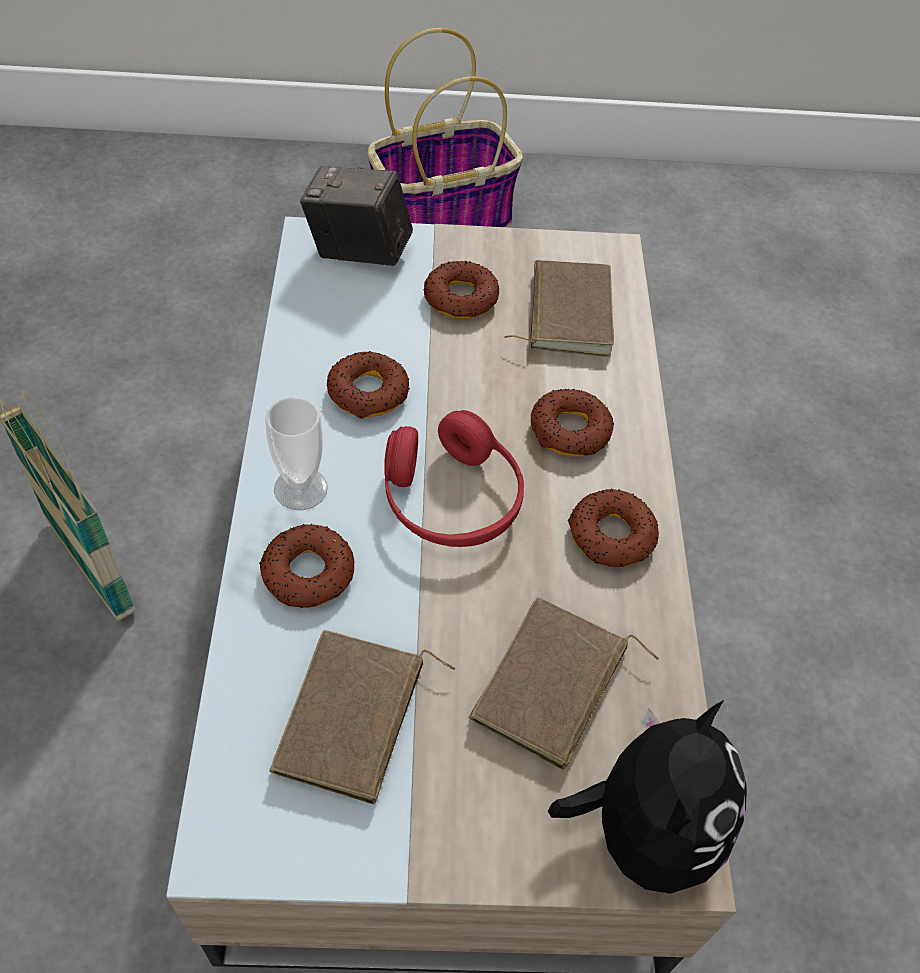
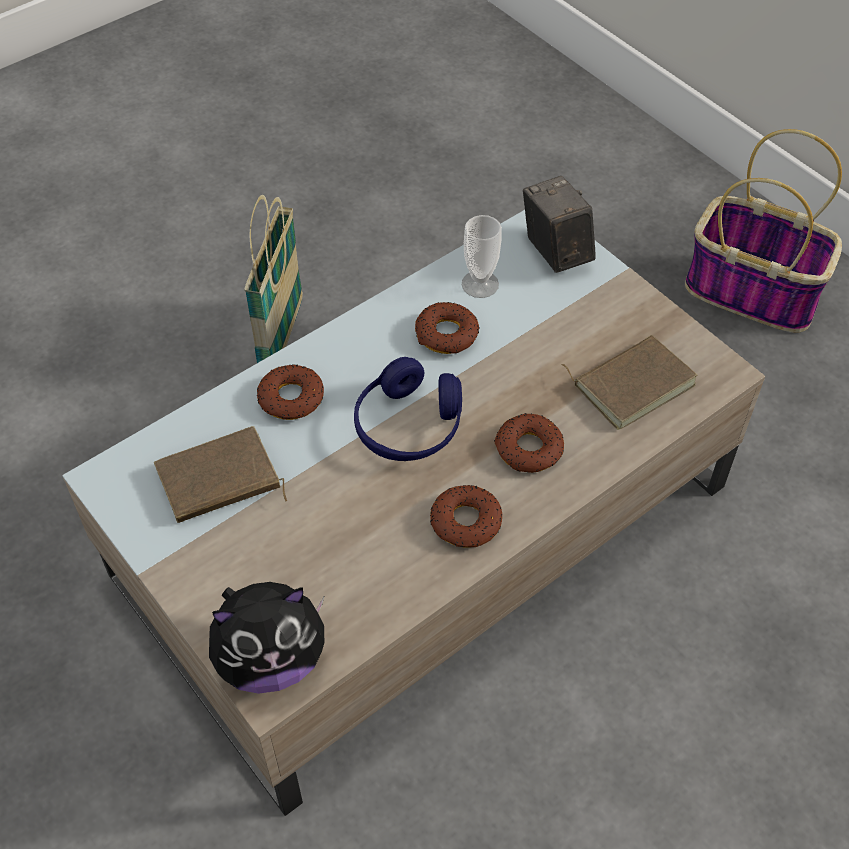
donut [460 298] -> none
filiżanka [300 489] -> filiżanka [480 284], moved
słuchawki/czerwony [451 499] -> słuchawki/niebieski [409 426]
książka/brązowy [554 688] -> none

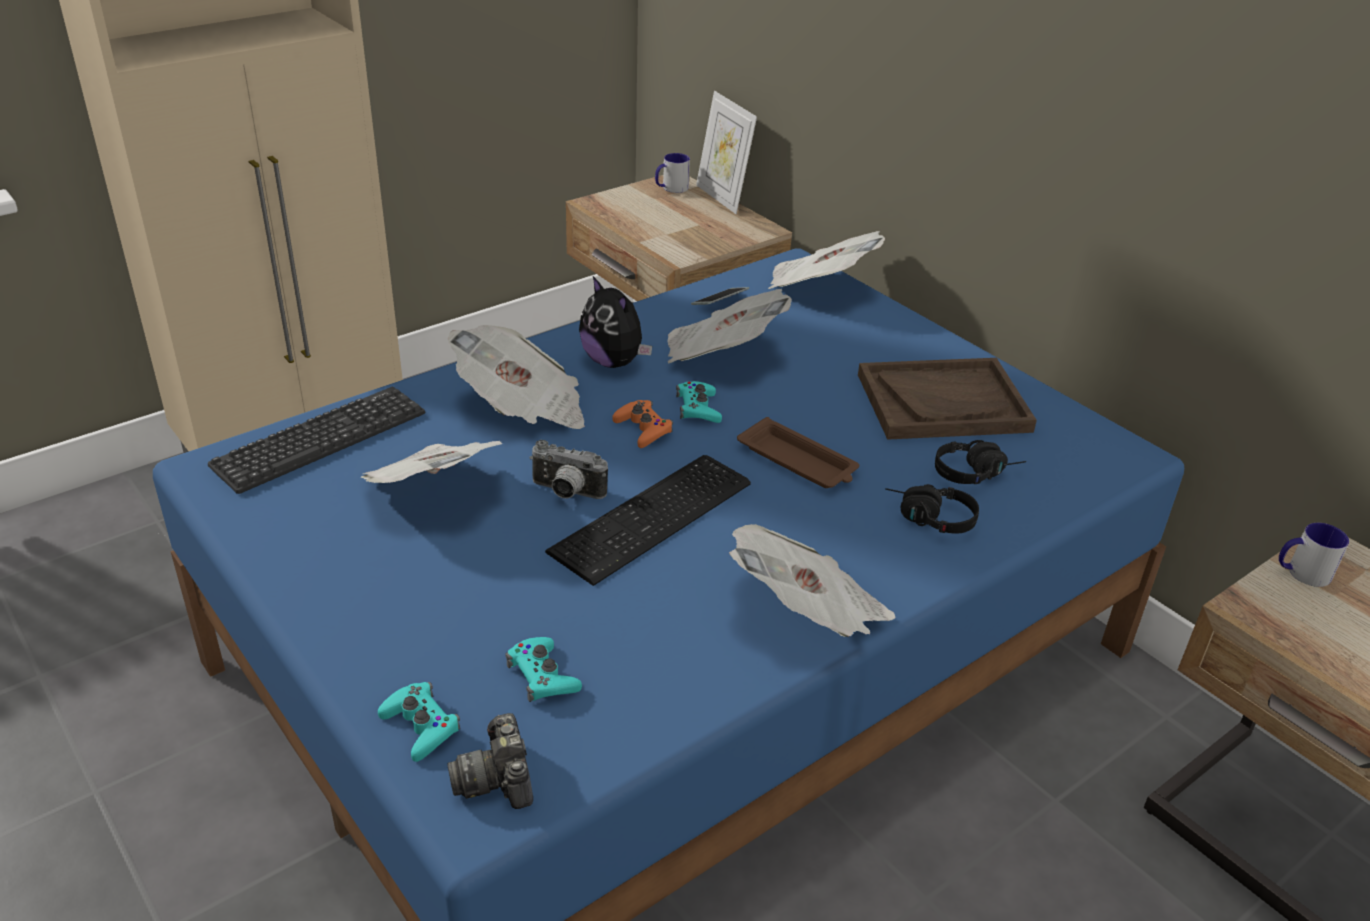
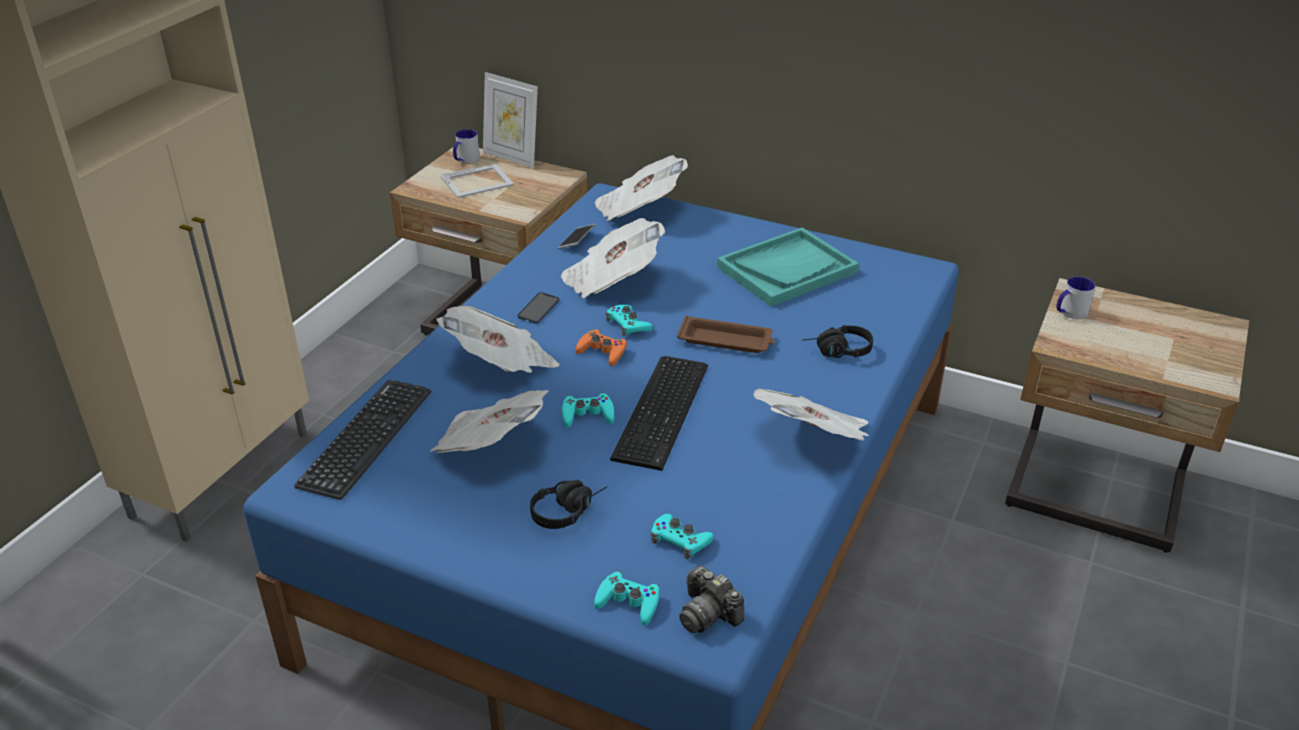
pluszak [614 362] -> telefon [538 309]
taca/brązowy [943 402] -> taca/turkusowy [787 269]
aparat fotograficzny [566 493] -> pad do gier/turkusowy [587 415]
słuchawki/czarny [976 473] -> słuchawki/czarny [568 510], moved
none -> ramka na zdjęcie [478 181]

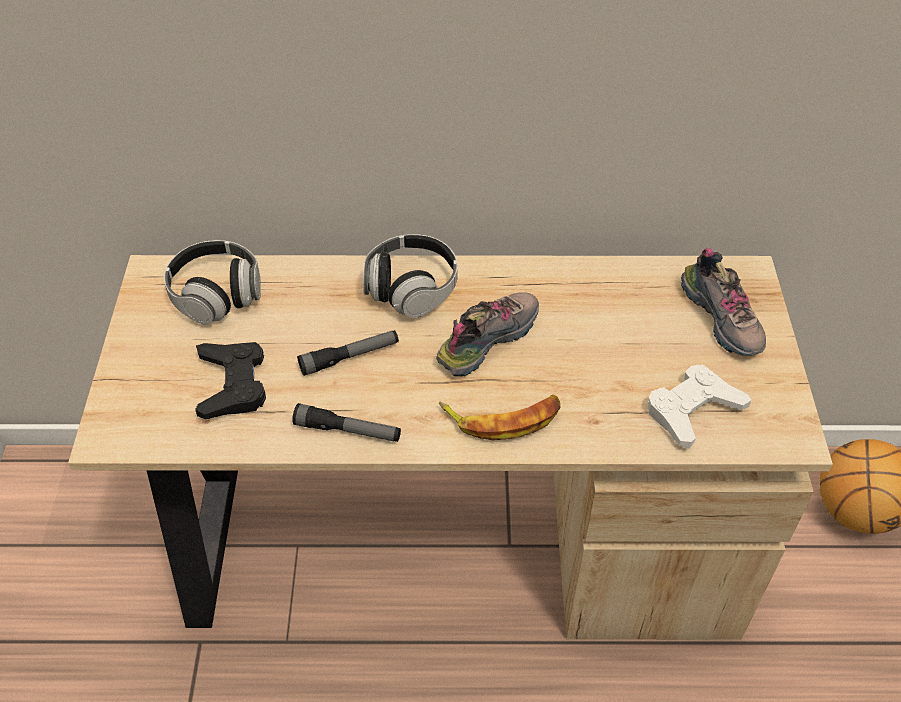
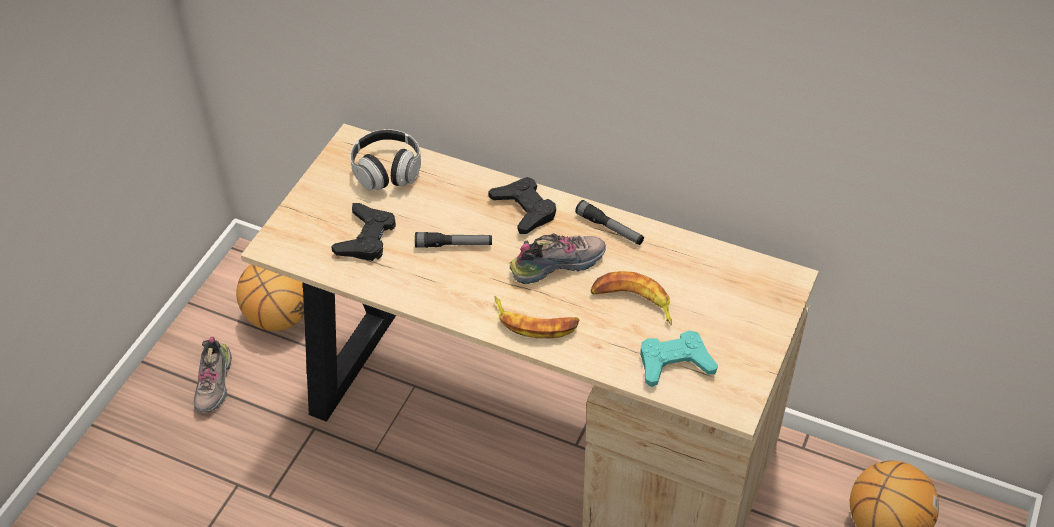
słuchawki [411 289] -> pad do gier/czarny [524 209]
but [723 319] -> but [215 384], moved
pad do gier/biały [692 410] -> pad do gier/turkusowy [674 363]
latarka [348 431] -> latarka [609 228], moved
none -> piłka do koszykówki [280 317]
none -> banan [633 302]

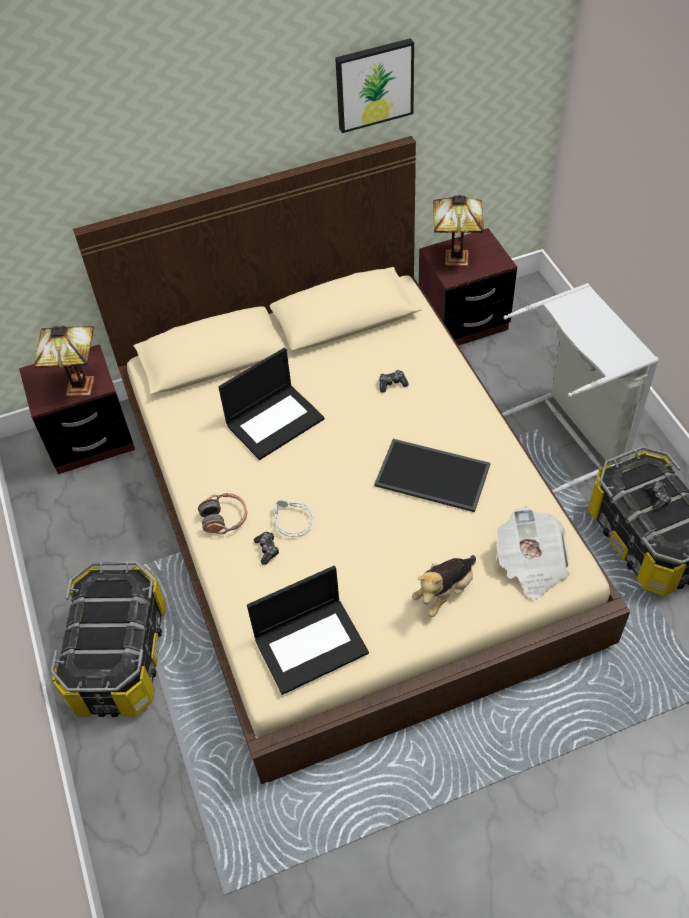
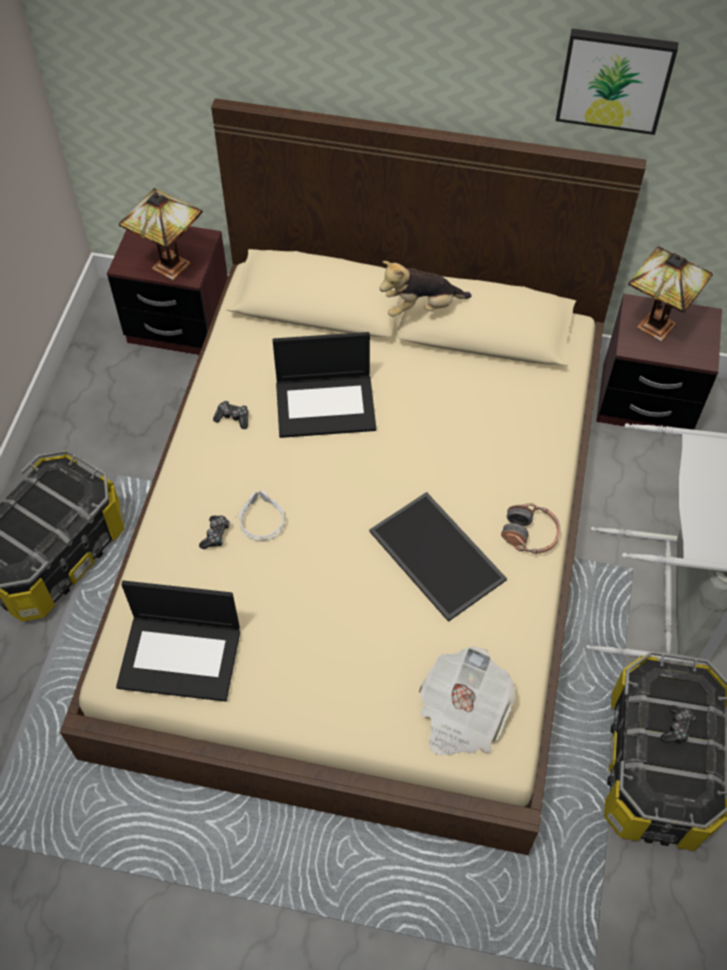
pad do gier [392 384] -> pad do gier [233 418], moved
słuchawki [224 518] -> słuchawki [530 534], moved
pluszak [445 592] -> pluszak [421 308], moved

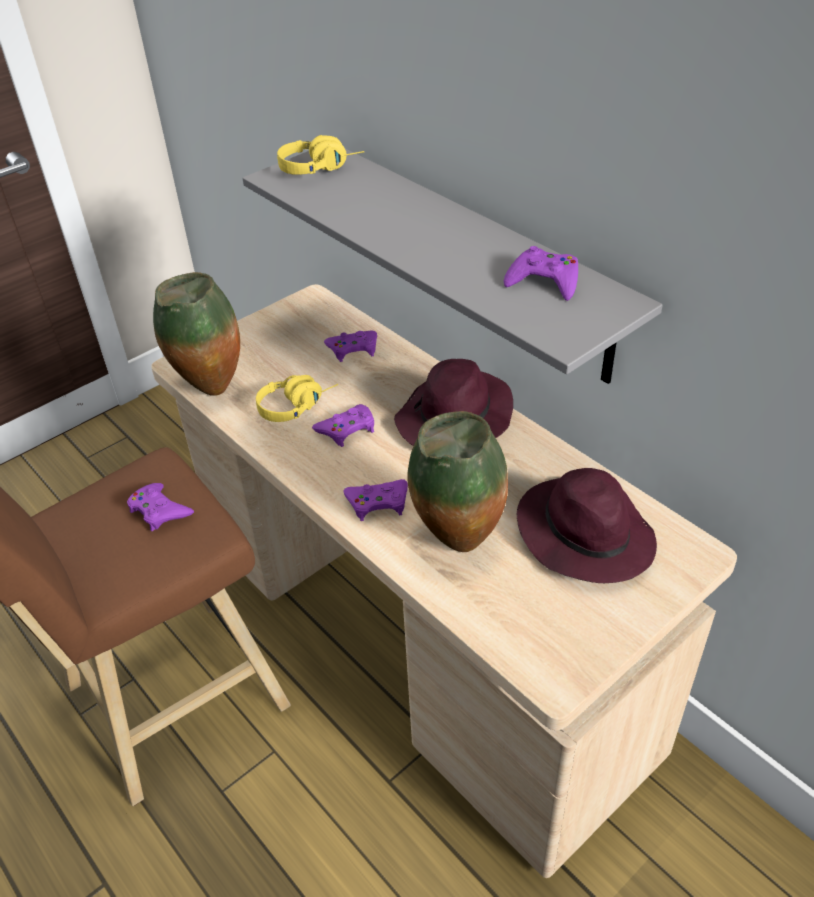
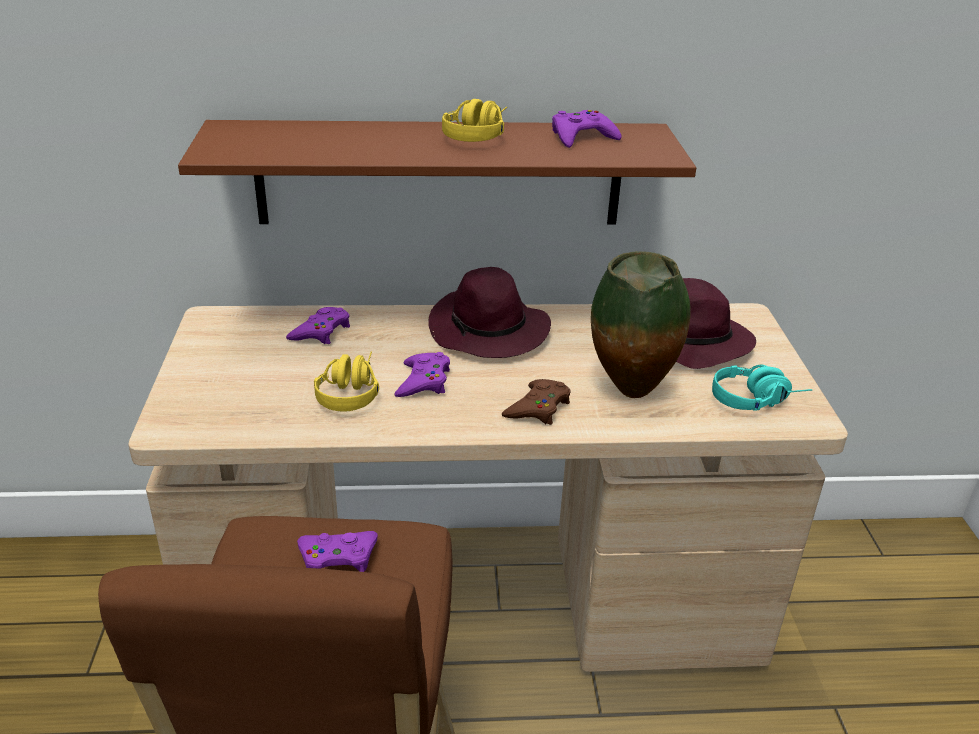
słuchawki/żółty [321 168] -> słuchawki/żółty [478 135], moved
półka/szary [473 258] -> półka/brązowy [439 173]
wazon [210 390] -> none
pad do gier/fioletowy [378 503] -> pad do gier/brązowy [538 408]
none -> słuchawki/turkusowy [757 400]

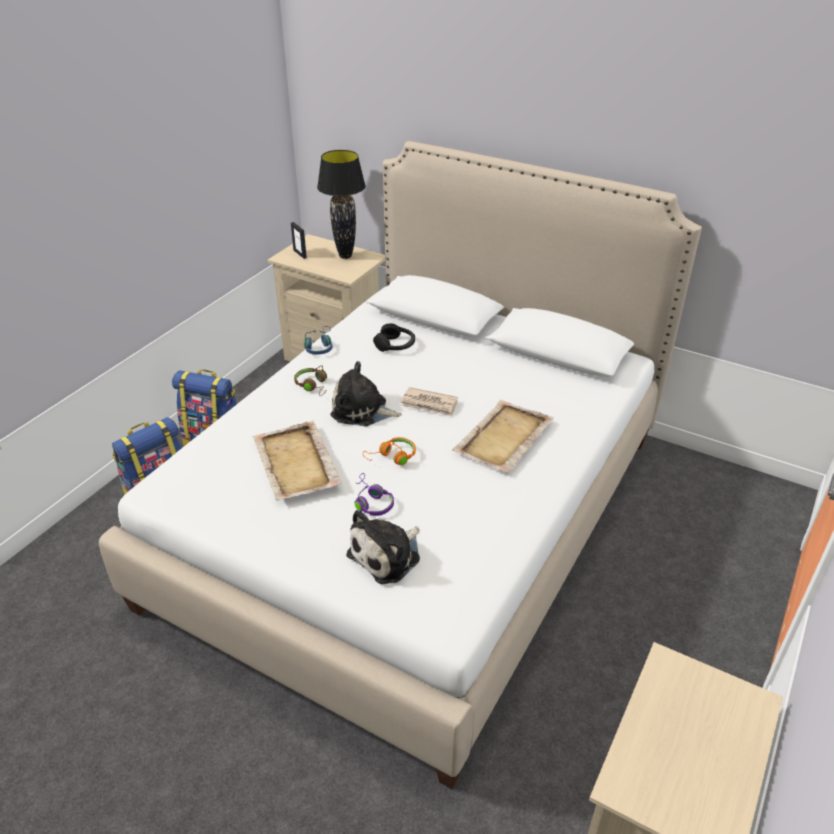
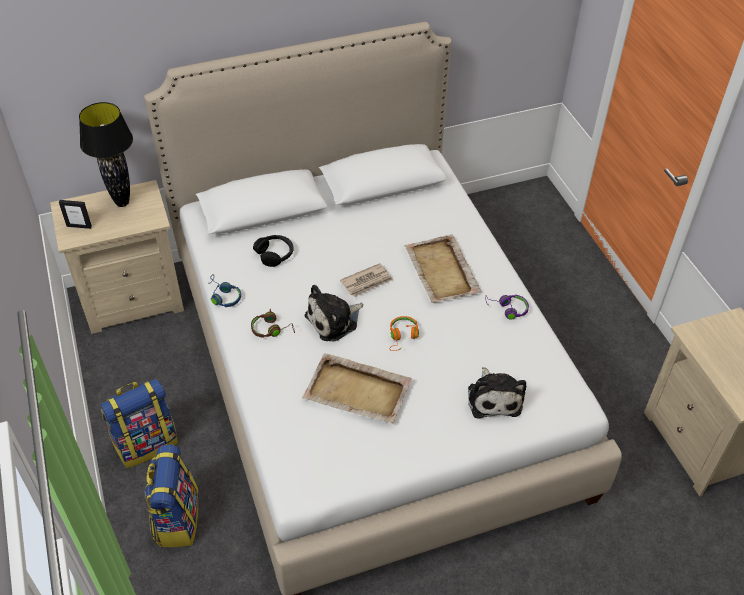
słuchawki/fioletowy [371 502] -> słuchawki/fioletowy [507 309], moved

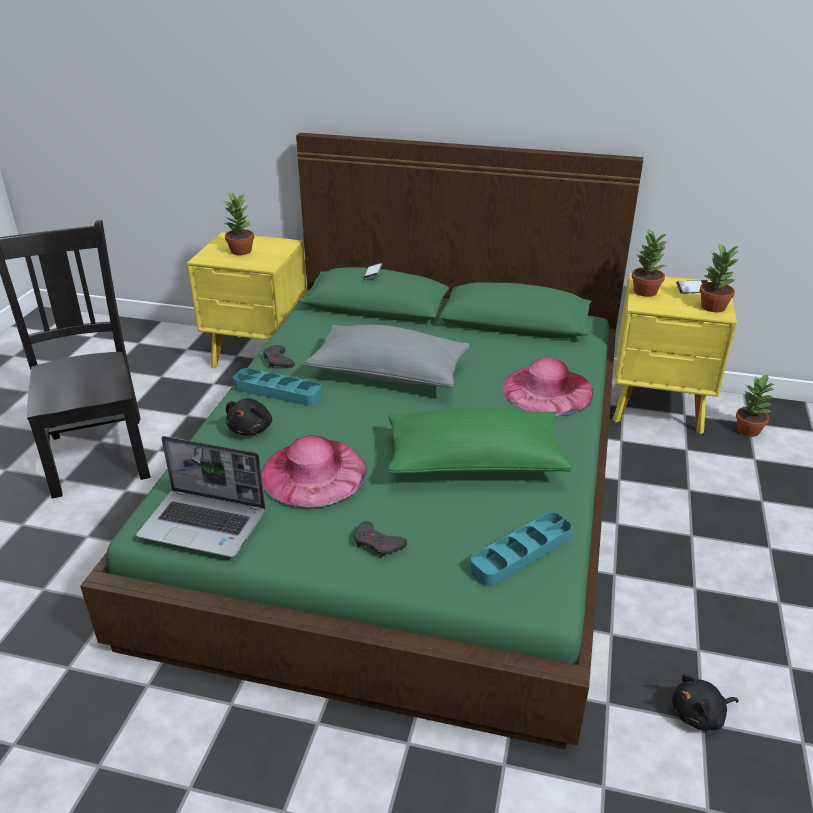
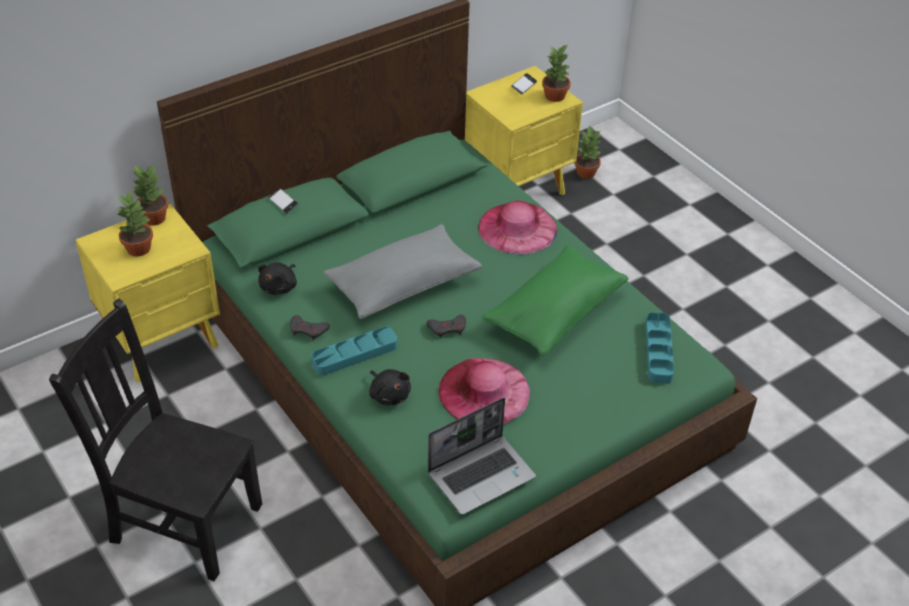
roślina doniczkowa [644 291] -> roślina doniczkowa [153 218], moved
pad do gier/szary [378 544] -> pad do gier/szary [447 328], moved
pluszak/czarny [699 715] -> pluszak/czarny [279 287], moved

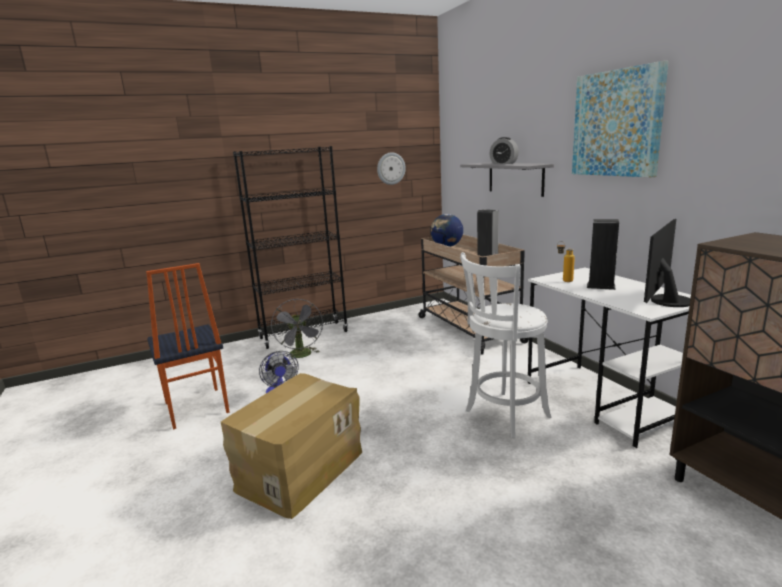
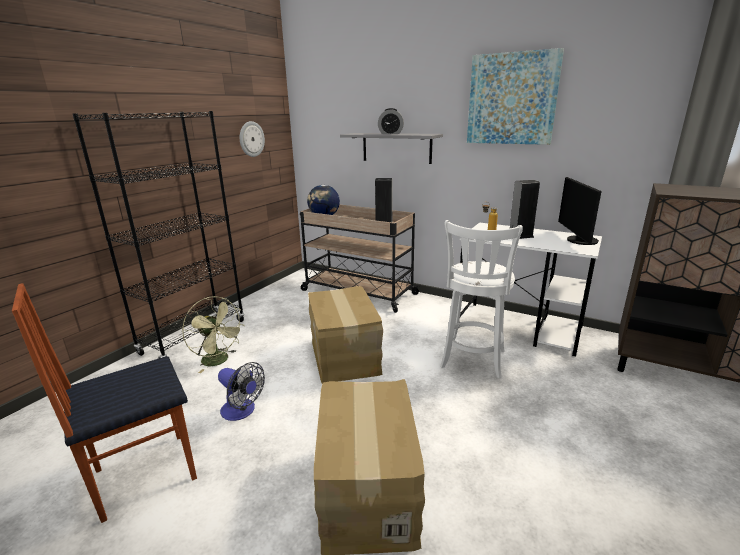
krzesło [195 408] -> krzesło [144 474], 120 degrees clockwise
wentylator/szary [302 356] -> wentylator/zielony [219 361]
none -> karton [345 356]

